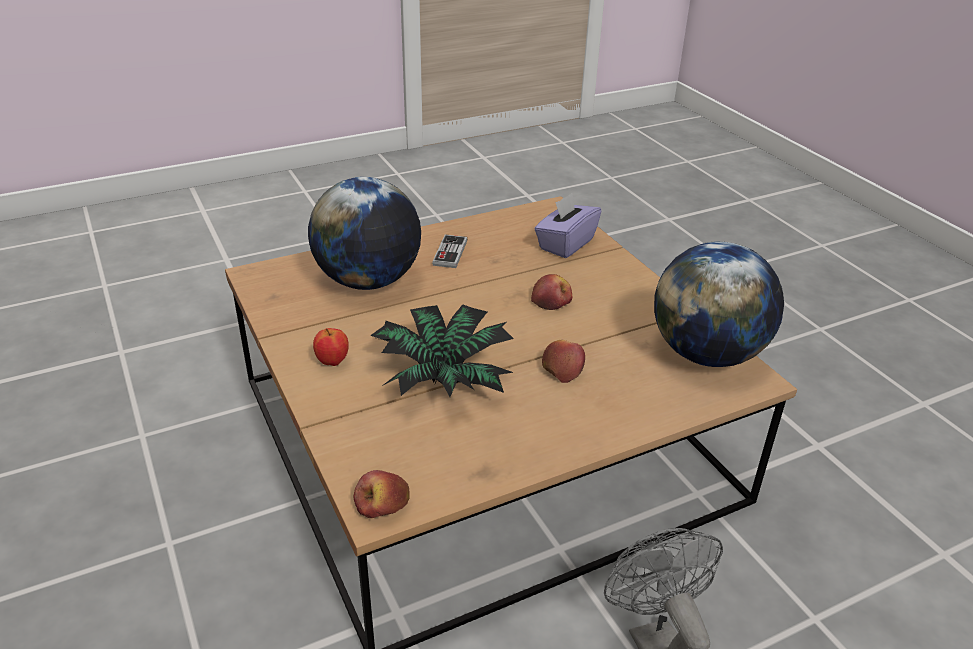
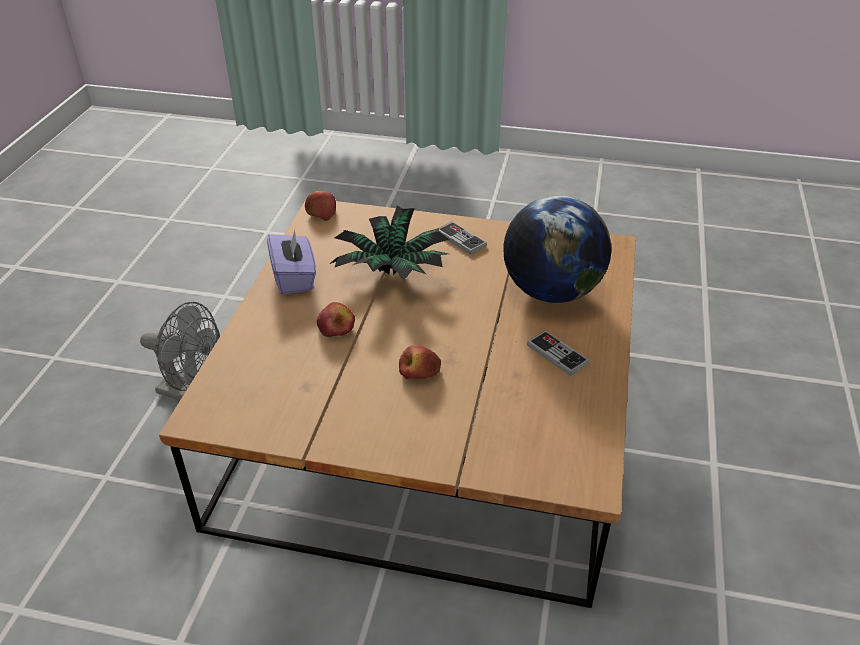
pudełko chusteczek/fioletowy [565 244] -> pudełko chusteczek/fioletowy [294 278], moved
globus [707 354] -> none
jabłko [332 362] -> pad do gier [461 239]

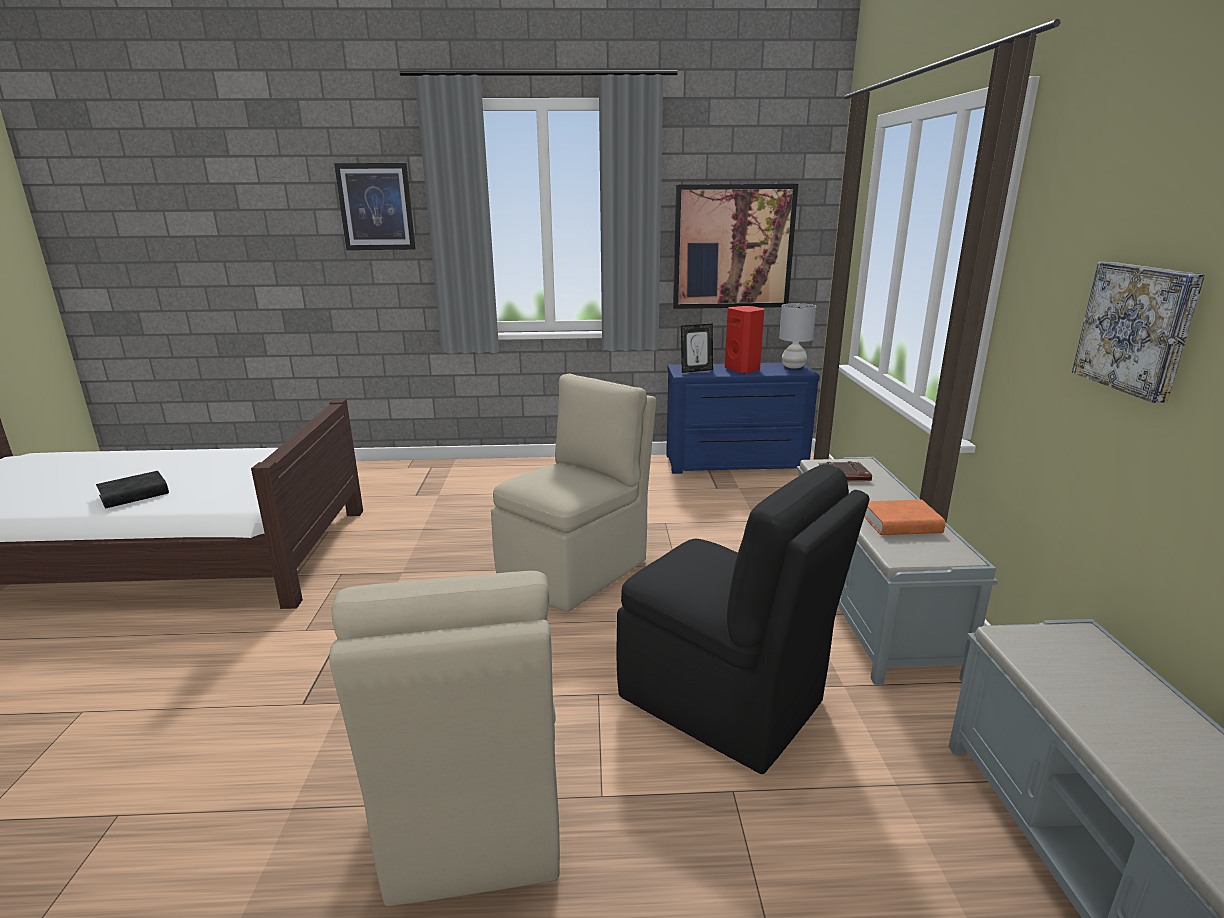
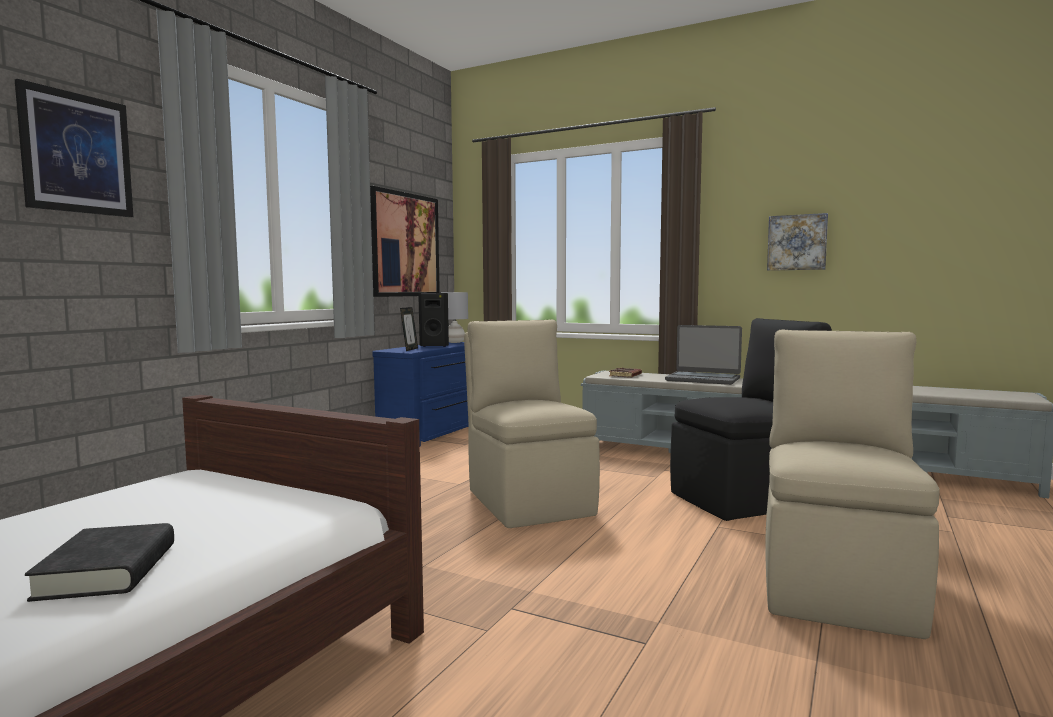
głośnik/czerwony [743 370] -> głośnik/czarny [435 346]
książka/pomarańczowy [901 524] -> laptop [703 379]
krzesło/beżowy [474 810] -> krzesło/beżowy [837 584], 90 degrees counterclockwise

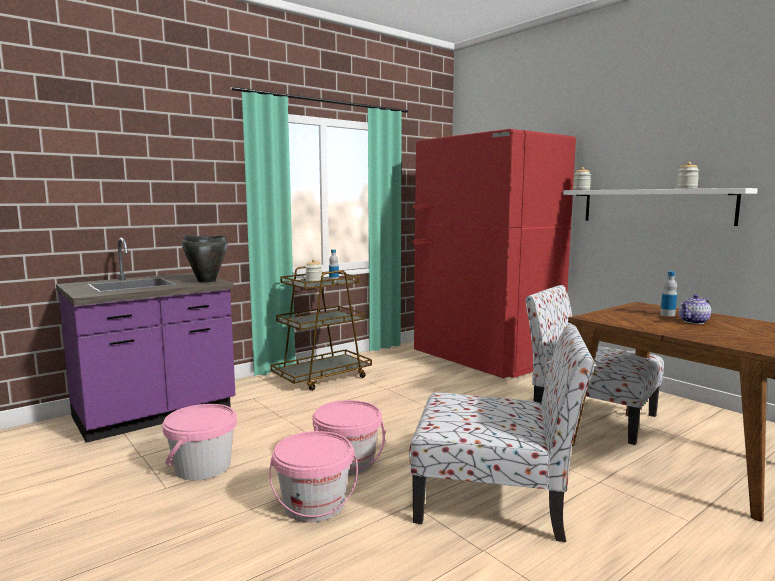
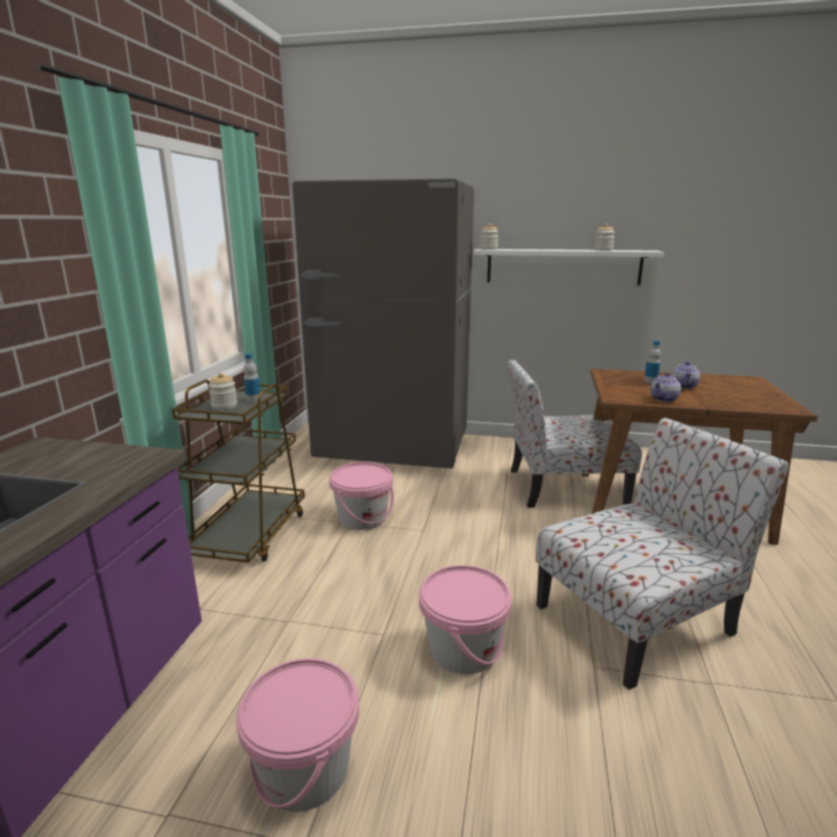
lodówka/czerwony [485 360] -> lodówka/szary [393 449]
garnek/czarny [206 281] -> none
wiadro/różowy [314 505] -> wiadro/różowy [362 518], moved
none -> imbryk [664 399]

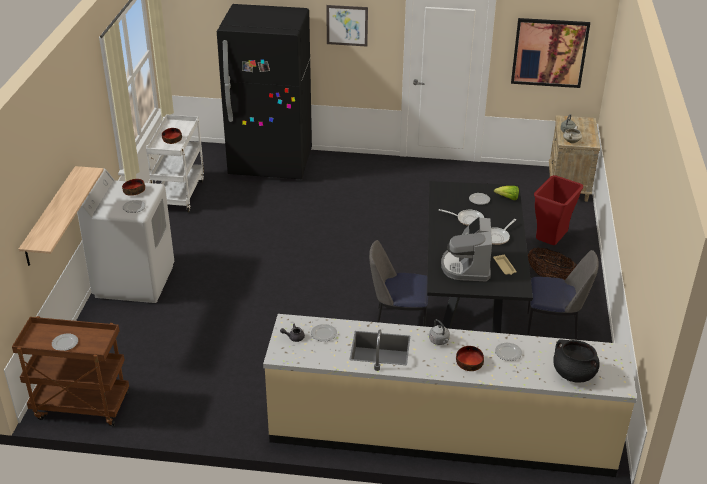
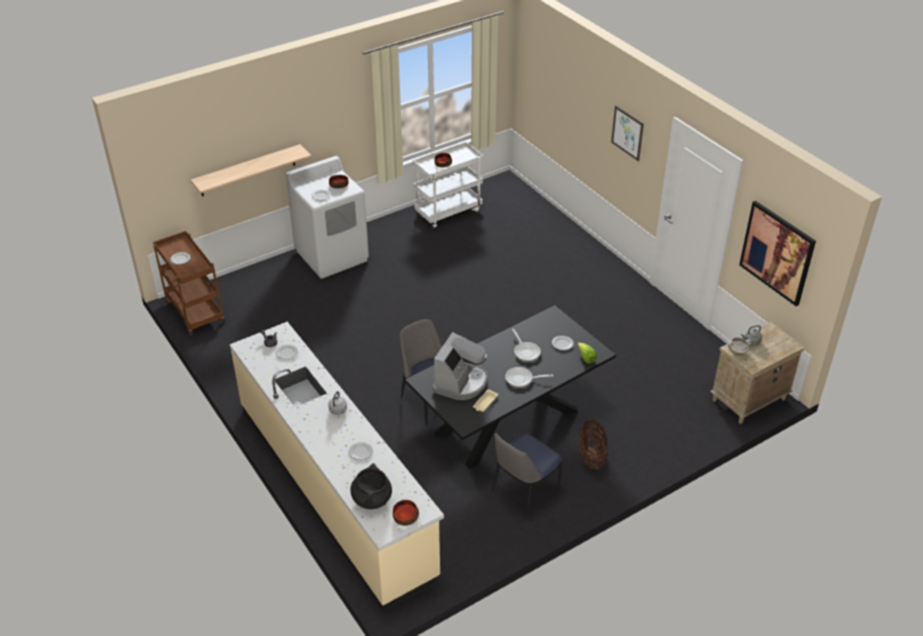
lodówka/czarny [271 164] -> none
kosz na śmieci/czerwony [550 243] -> none
ekspres do kawy [466 266] -> ekspres do kawy [461 382], 150 degrees clockwise
krzesło [553 330] -> krzesło [524 491], 75 degrees clockwise
miska [469 363] -> miska [405 516], moved

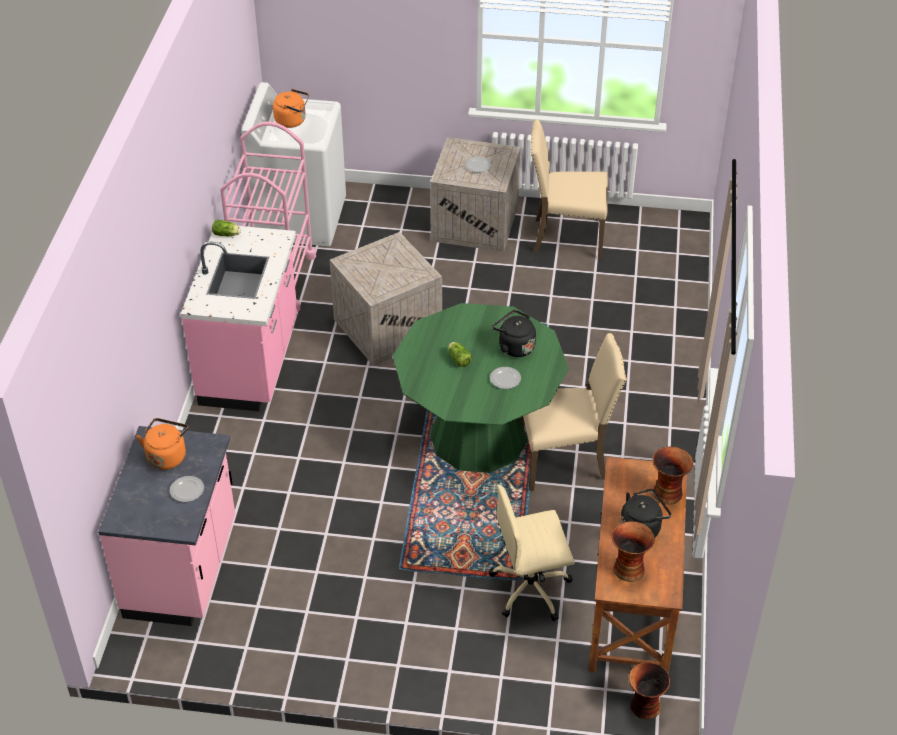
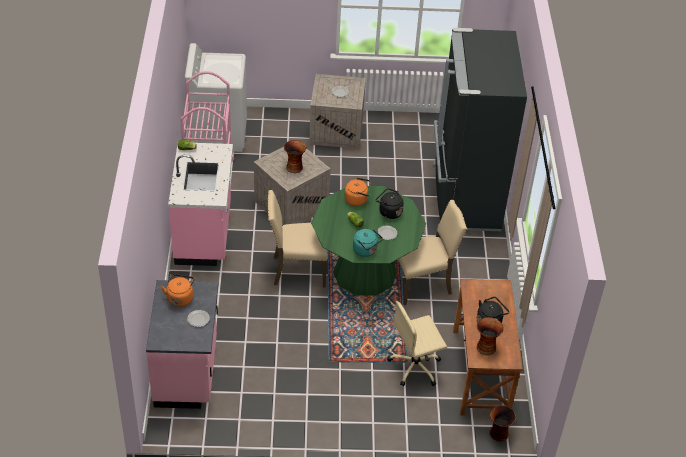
czajnik/pomarańczowy [292 121] -> czajnik/pomarańczowy [357 200], moved
krzesło/beżowy [566 237] -> krzesło/beżowy [297 270], moved
wazon [667 492] -> wazon [294 167], moved
none -> lodówka/czarny [464 198]
none -> czajnik/turkusowy [366 251]

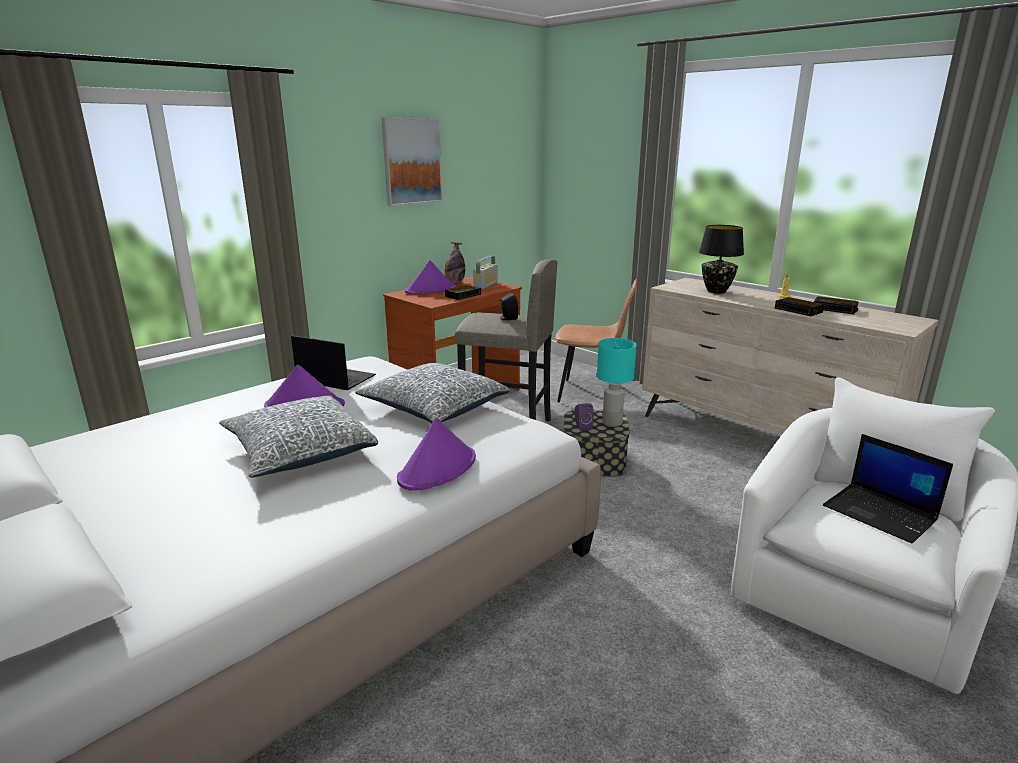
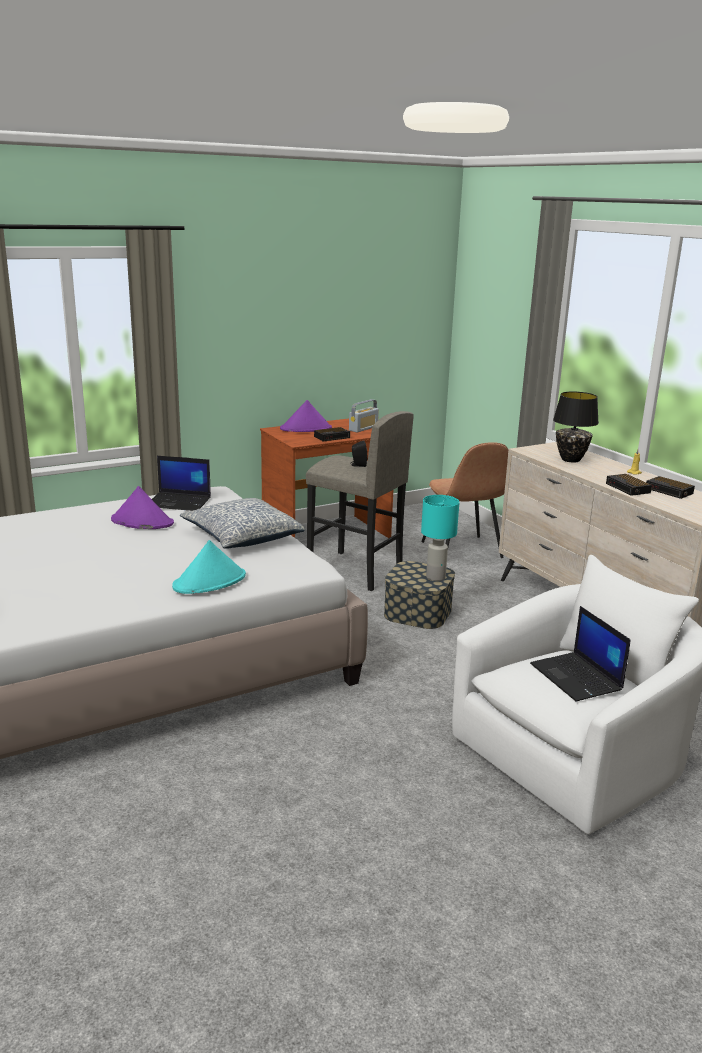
obraz [412 161] -> none
butelka [455 282] -> none
krzesło/brązowy [591 393] -> krzesło/brązowy [462 551], 45 degrees clockwise
laptop [335 379] -> laptop [179 502], 150 degrees clockwise
poduszka [299 451] -> none
głośnik/fioletowy [582 427] -> none
kapelusz/fioletowy [438 469] -> kapelusz/turkusowy [210 581]

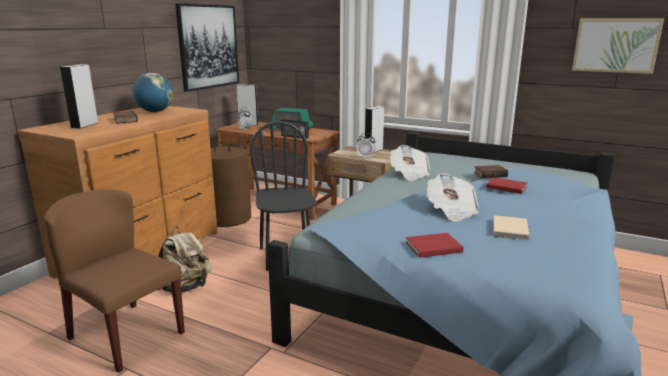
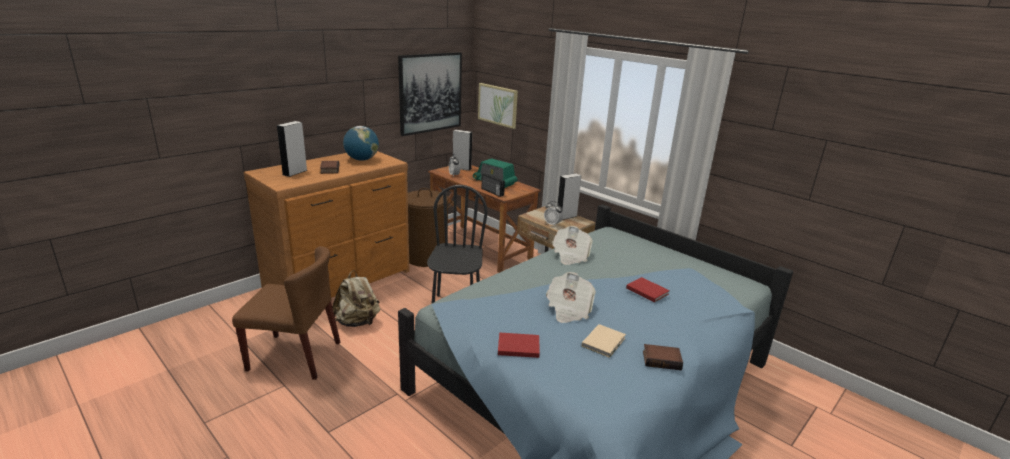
obraz [615 45] -> obraz [498 105], moved
książka [490 174] -> książka [662 360], moved
krzesło/brązowy [126 335] -> krzesło/brązowy [295 356], 135 degrees clockwise

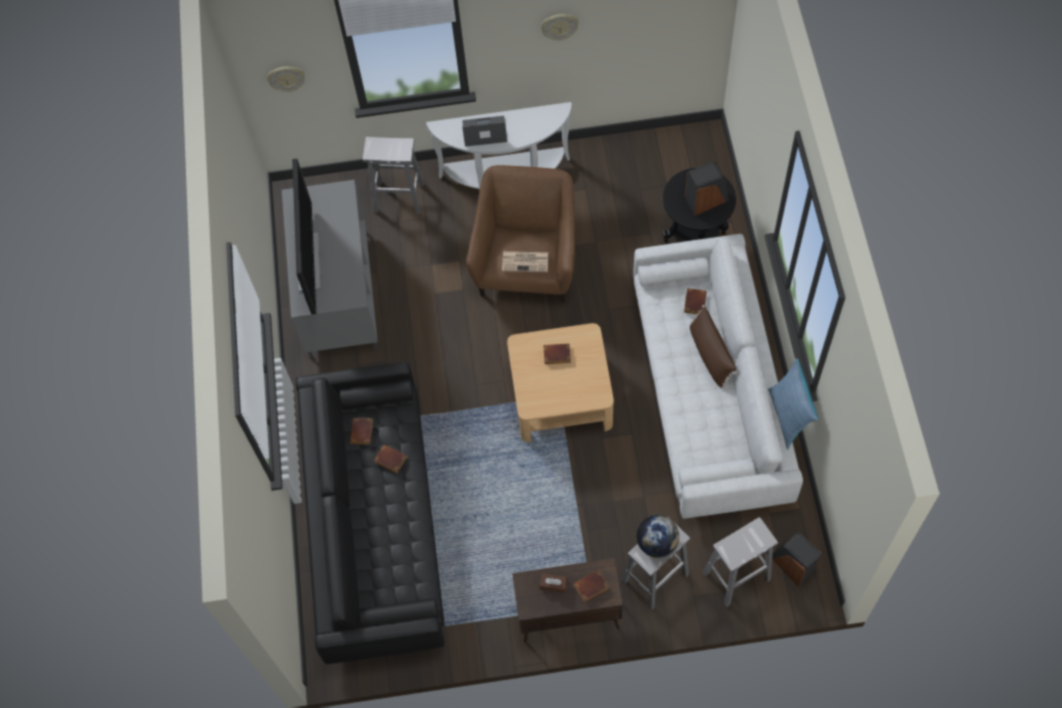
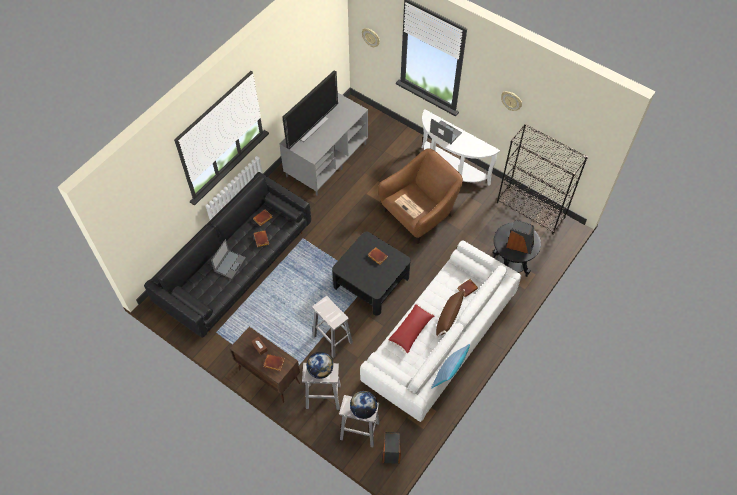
stołek/biały [398 198] -> stołek/biały [332 339], moved
ława/beżowy [561 395] -> ława/czarny [371 282]
none -> regał/czarny [531 210]
none -> laptop [230 264]
none -> poduszka/czerwony [411 331]
none -> globus [363 409]

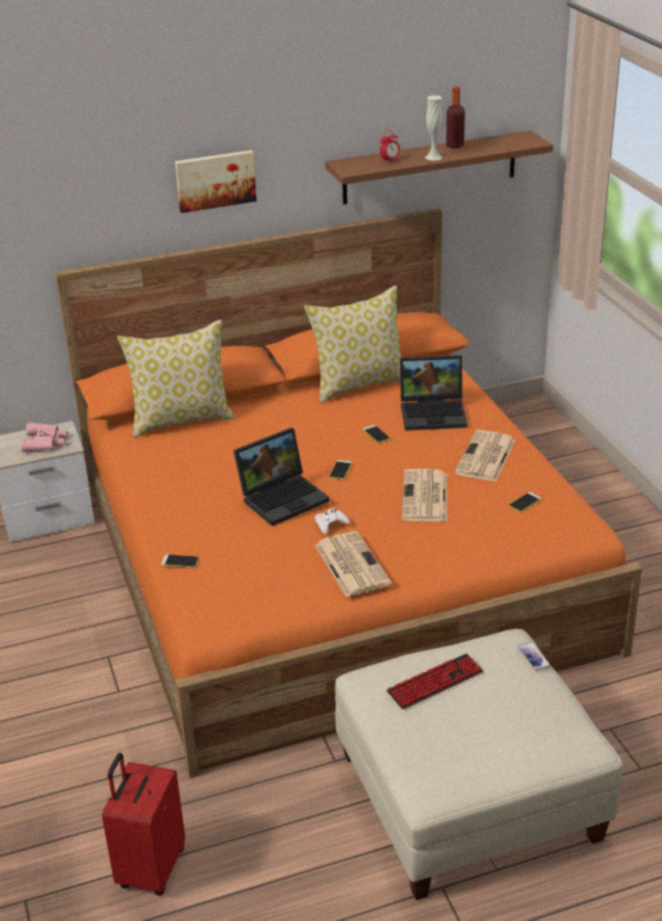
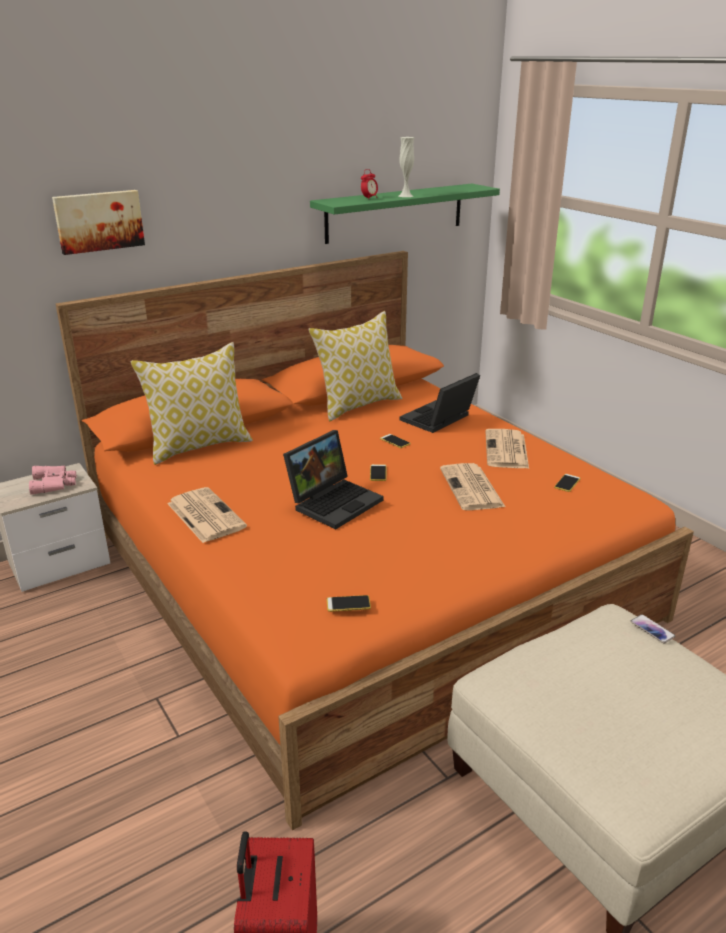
butelka [454 146] -> none
półka/brązowy [429 167] -> półka/zielony [395 213]
obraz [215 180] -> obraz [99 221], moved
laptop [434 412] -> laptop [438 420], 150 degrees clockwise
pad do gier/biały [330 524] -> none
gazeta [350 564] -> gazeta [204 515], moved
telefon [180 561] -> telefon [348 604], moved
klawiatura [435 682] -> none

